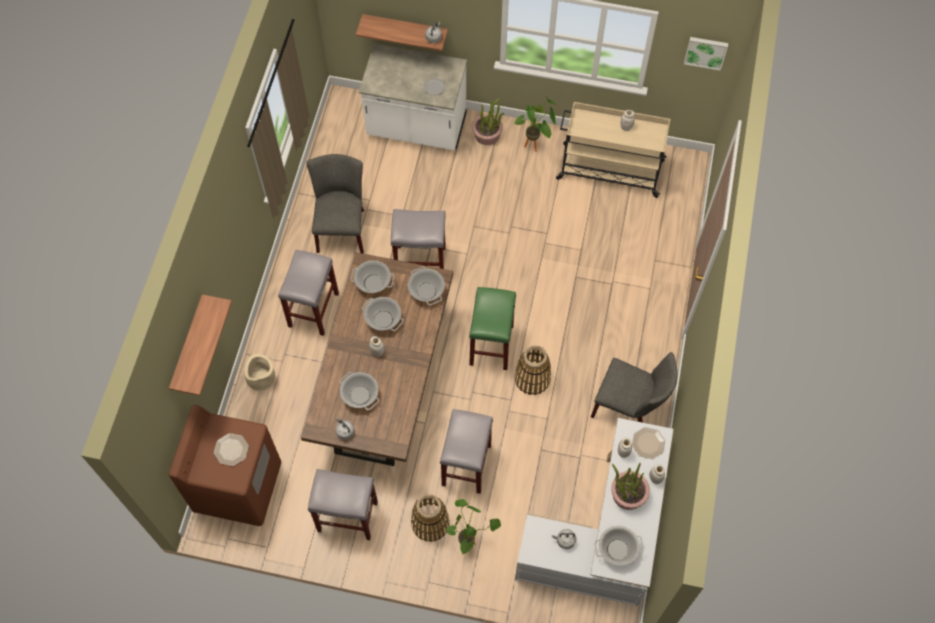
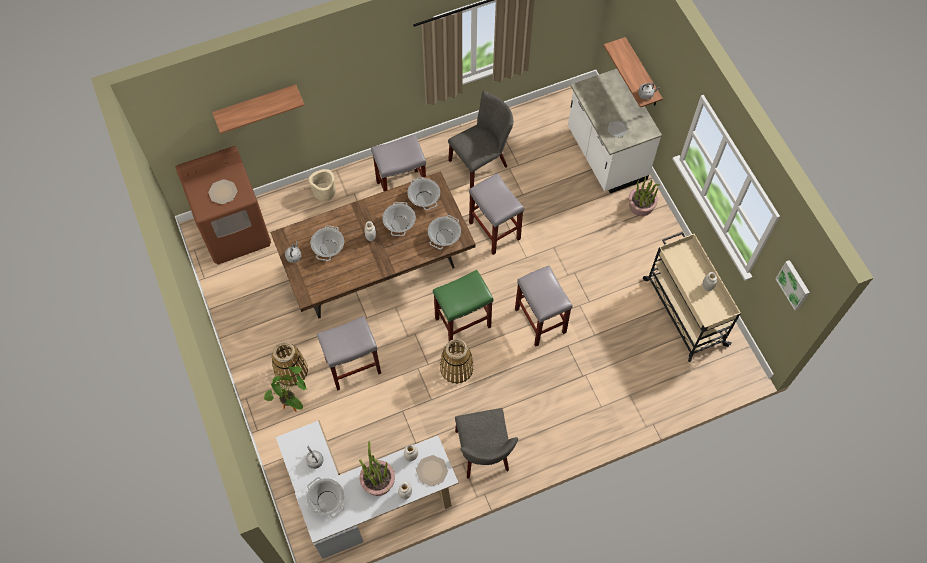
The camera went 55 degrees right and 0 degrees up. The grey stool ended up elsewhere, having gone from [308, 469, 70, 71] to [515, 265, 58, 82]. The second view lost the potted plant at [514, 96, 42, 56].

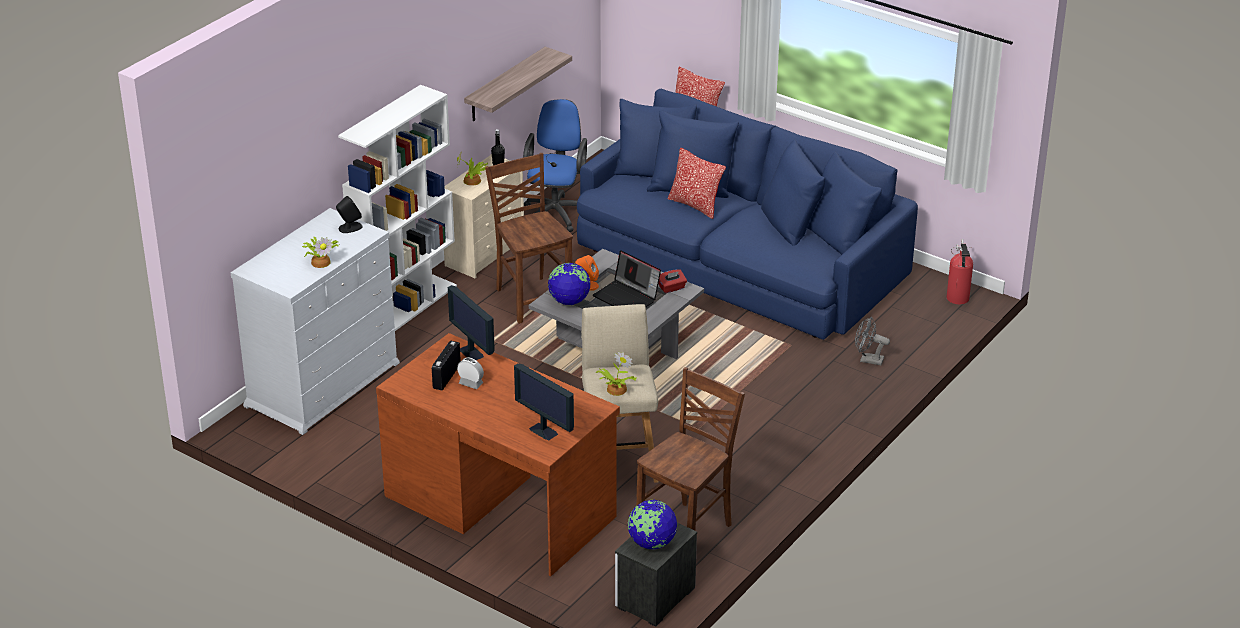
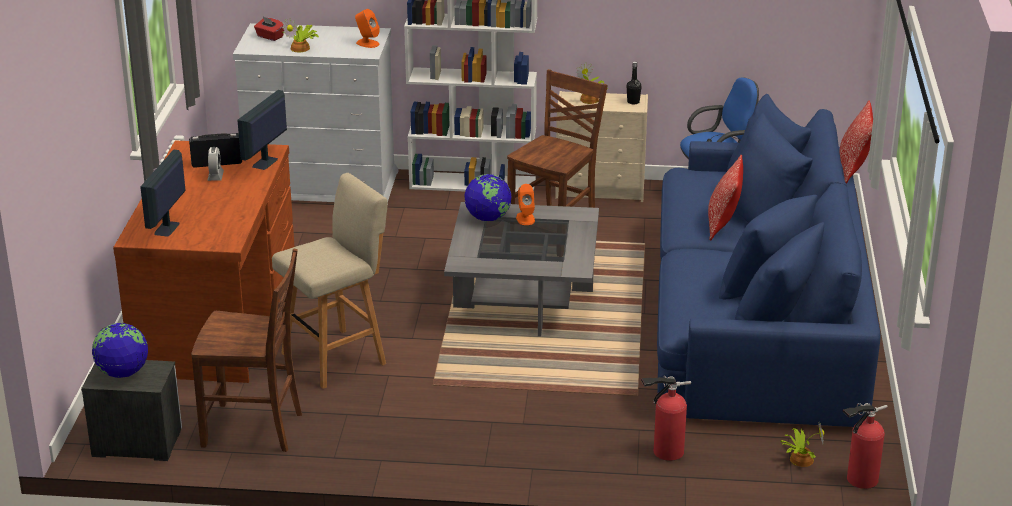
The camera went 60 degrees right and 5 degrees down. What was the black speaker at [336, 196, 26, 37] turned into the orange speaker at [355, 9, 25, 39]. The second view lost the shelf at [464, 47, 108, 74]. The second view lost the laptop at [593, 250, 68, 57]. The potted plant ended up elsewhere, having gone from [595, 352, 42, 44] to [780, 422, 44, 45]. The red tissue box ended up elsewhere, having gone from [658, 269, 29, 24] to [254, 17, 30, 24]. Where the grey fan stood at [855, 317, 35, 48], the fire extinguisher came to stand at [641, 376, 50, 85].

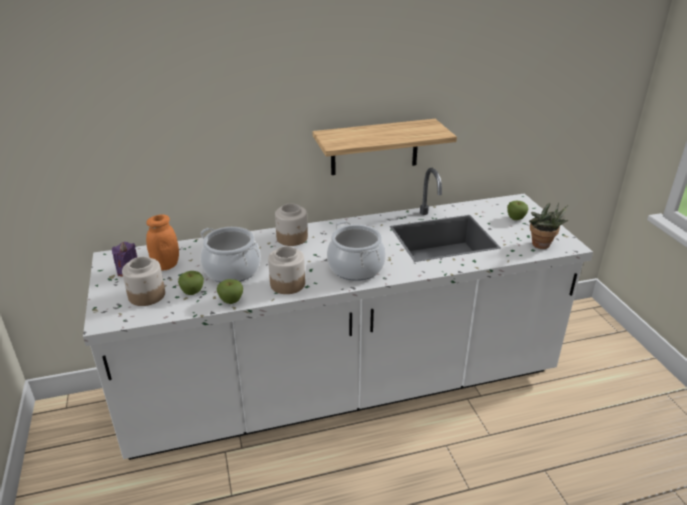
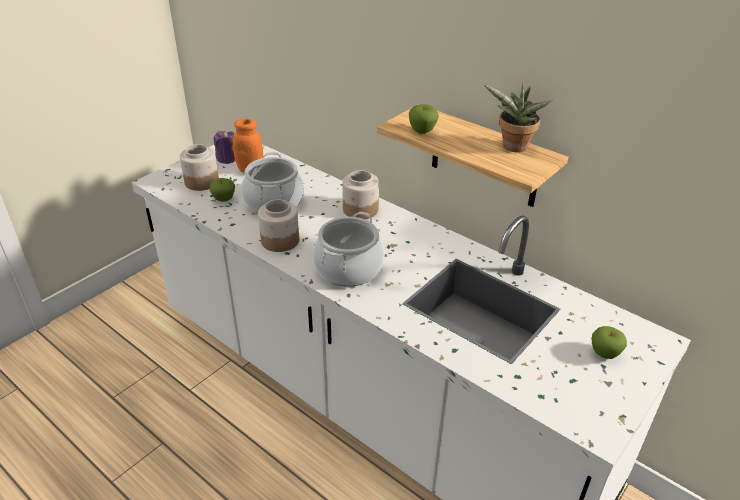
The camera went 55 degrees right and 5 degrees up. The apple ended up elsewhere, having gone from [217, 279, 26, 25] to [409, 104, 30, 30]. The potted plant ended up elsewhere, having gone from [529, 203, 39, 46] to [484, 83, 69, 69].

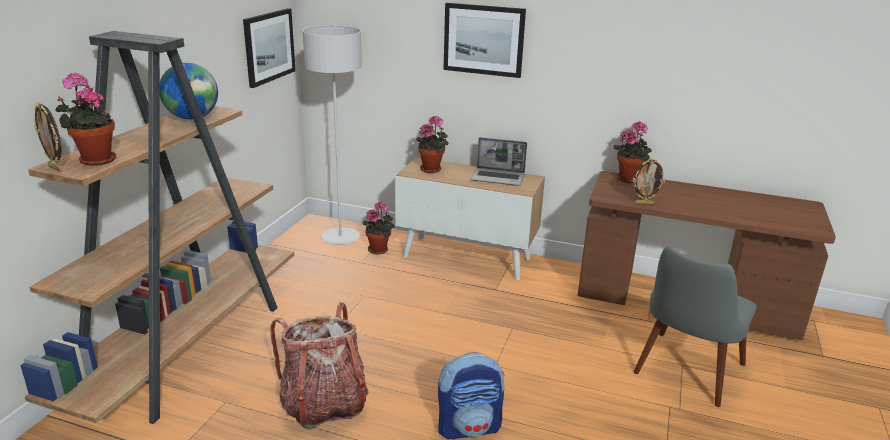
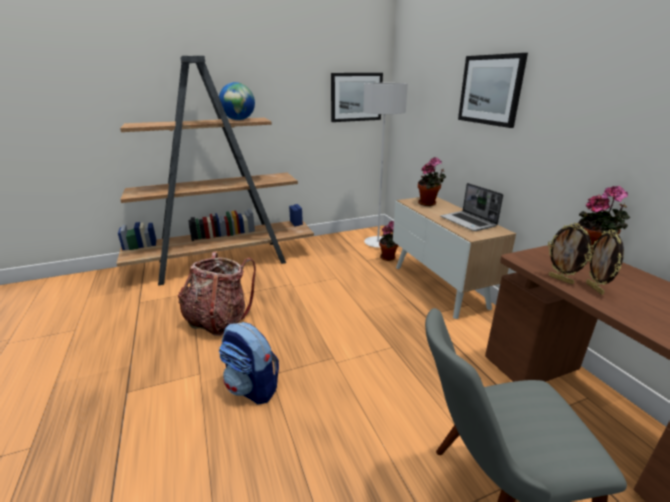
The camera went 50 degrees right and 0 degrees up. The picture frame ended up elsewhere, having gone from [34, 102, 28, 70] to [586, 229, 38, 66]. The second view lost the potted plant at [55, 73, 61, 93].

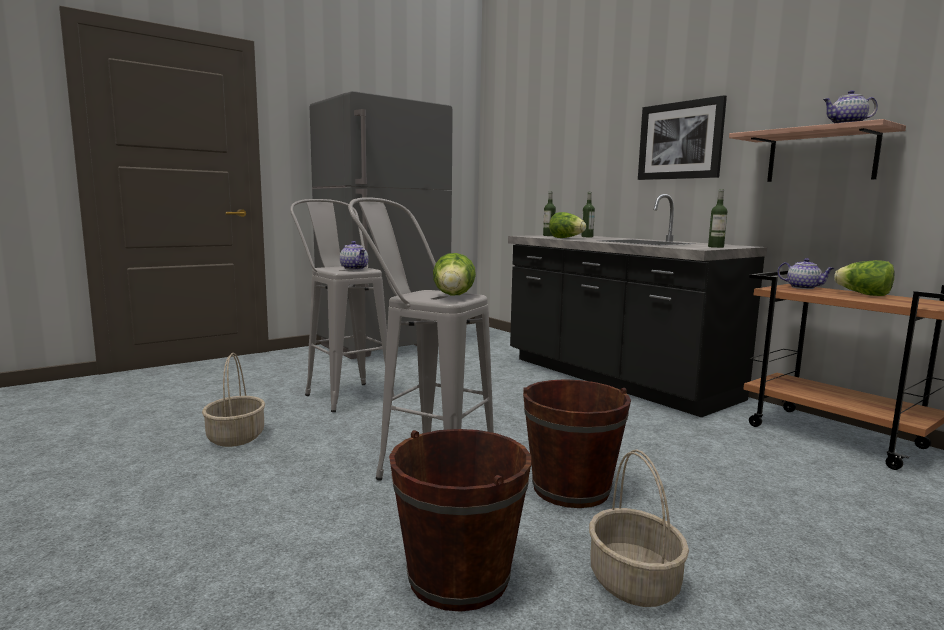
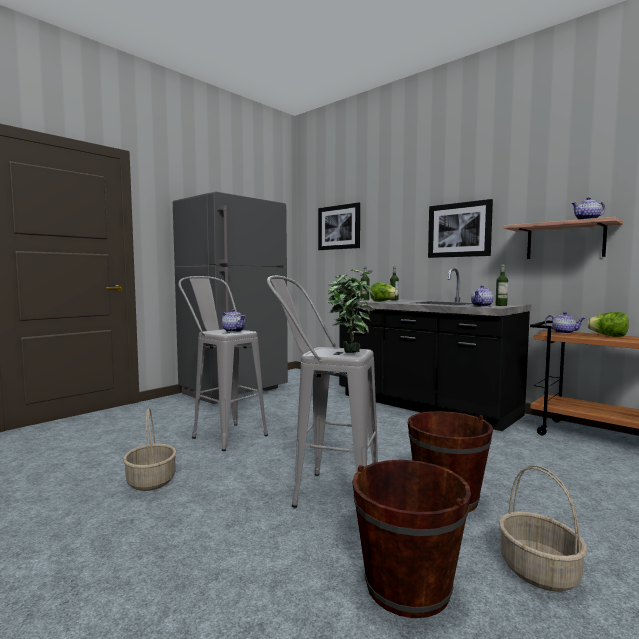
The camera went 10 degrees left and 5 degrees down. Where the lettuce stood at [433, 253, 43, 43], the potted plant came to stand at [327, 270, 48, 83]. The second view gained the picture at [318, 202, 42, 48]. The second view gained the teapot at [471, 285, 23, 22].

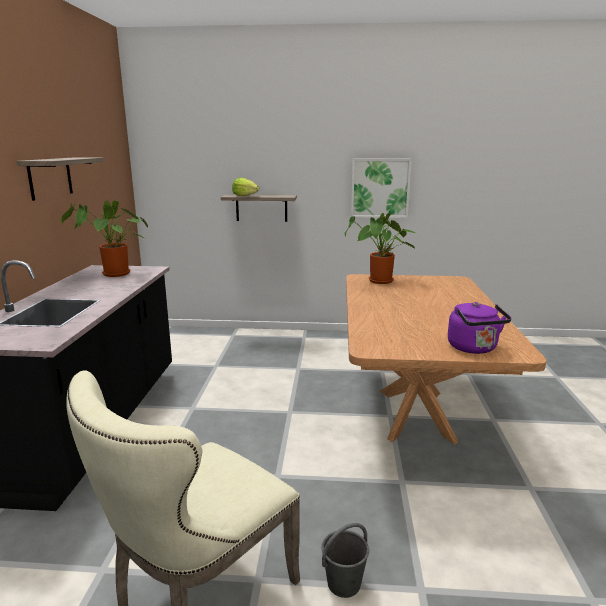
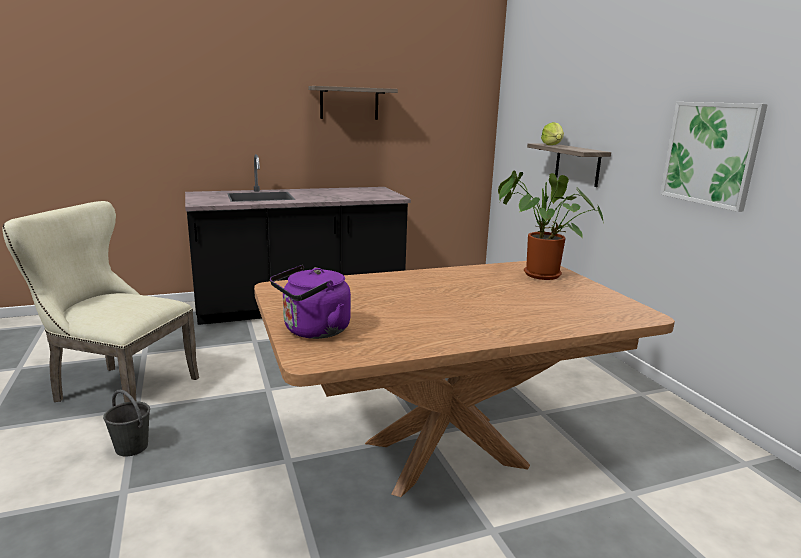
The camera went 65 degrees right and 0 degrees up. The second view lost the potted plant at [61, 200, 87, 77].

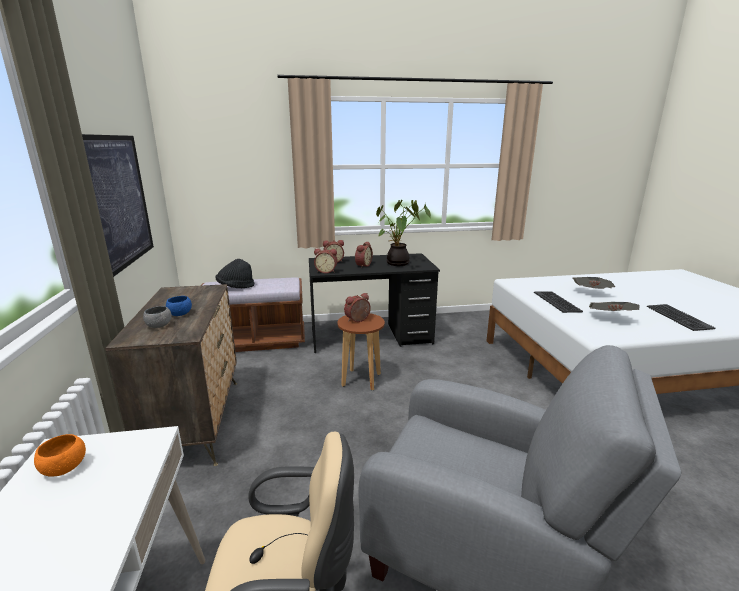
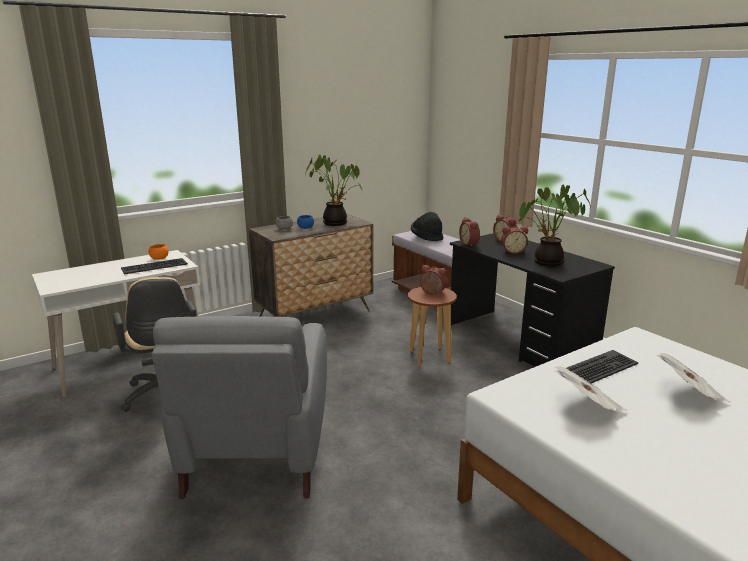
The camera went 65 degrees right and 0 degrees up. The second view lost the picture at [82, 134, 72, 143]. The keyboard ended up elsewhere, having gone from [647, 304, 69, 27] to [121, 258, 67, 16]. The second view gained the potted plant at [306, 155, 56, 71].

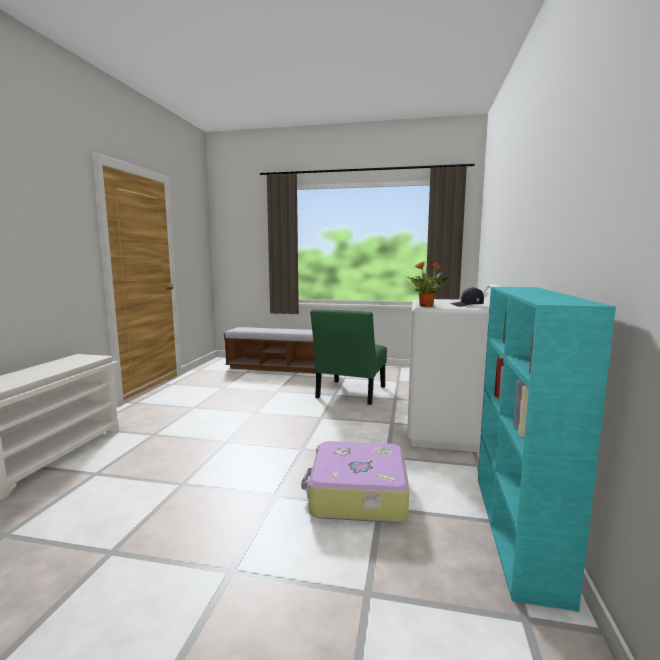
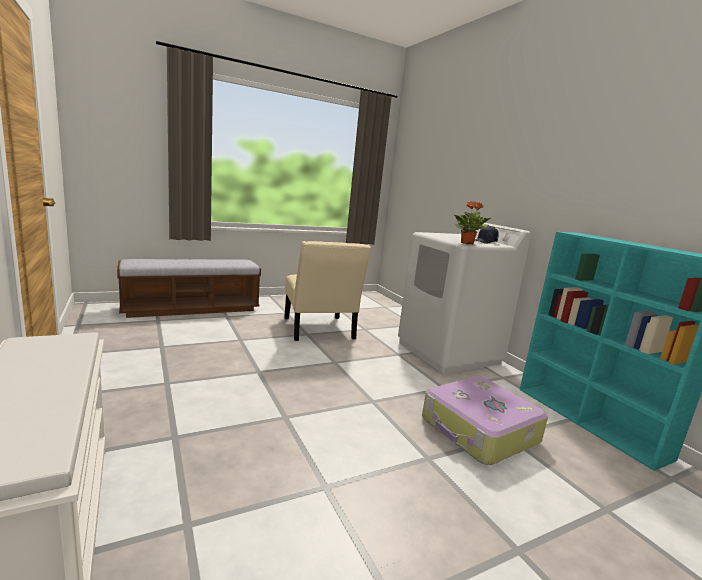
The camera went 40 degrees left and 5 degrees up. What was the green chair at [310, 309, 77, 96] turned into the beige chair at [284, 241, 87, 100].

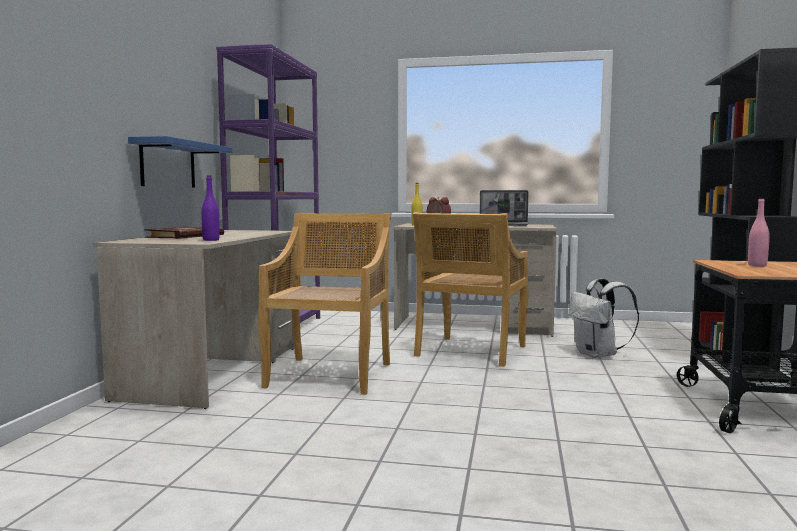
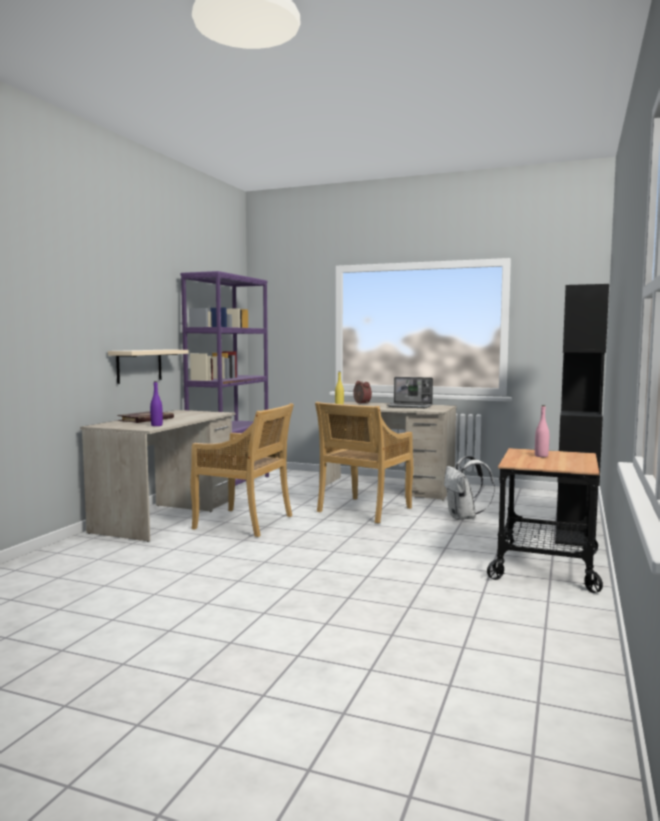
The camera went 10 degrees right and 0 degrees up. What was the blue shelf at [128, 136, 104, 52] turned into the beige shelf at [108, 350, 81, 34]. The beige chair at [258, 213, 133, 182] ended up facing another way, 90 degrees clockwise from before.

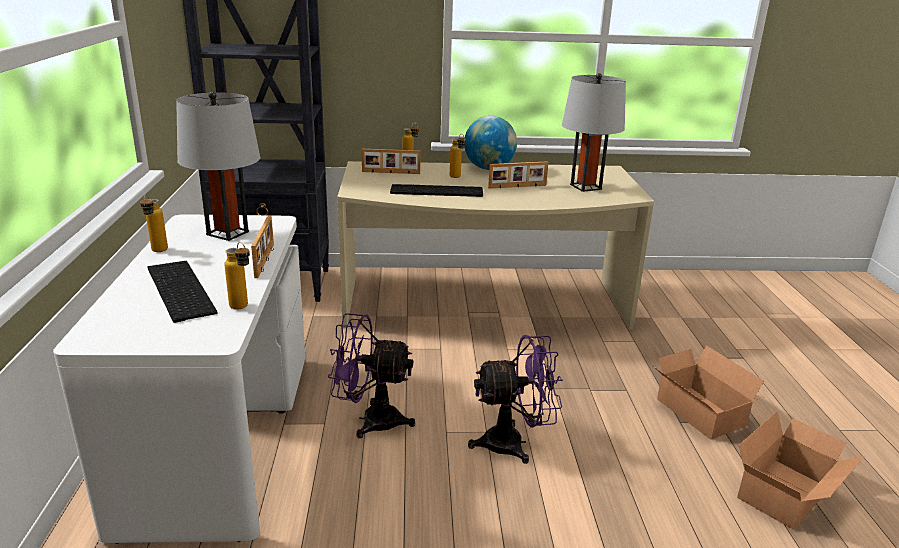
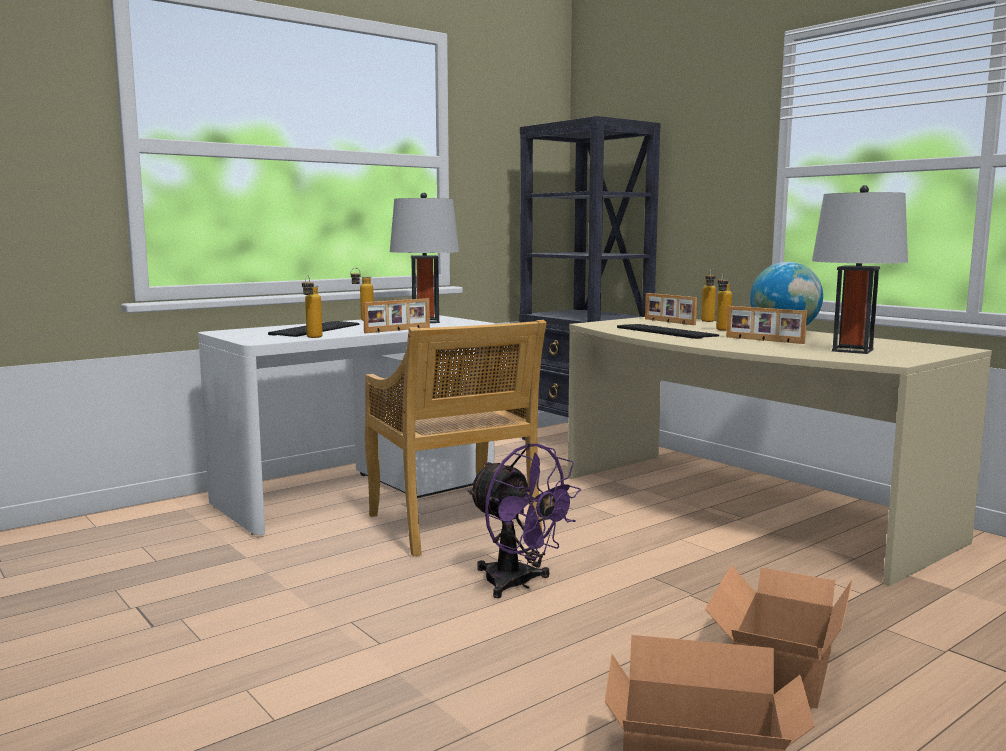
The camera went 55 degrees right and 15 degrees down. Where the purple fan stood at [328, 313, 87, 125], the beige chair came to stand at [365, 320, 182, 237].

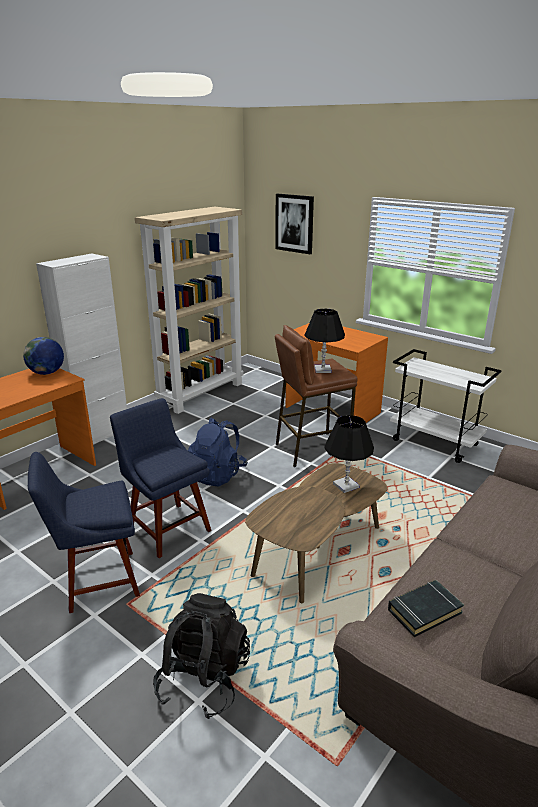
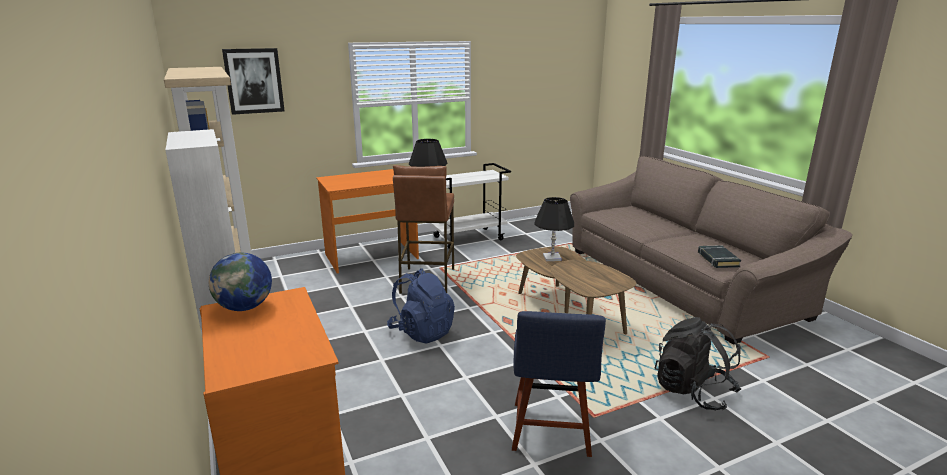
The camera went 65 degrees left and 5 degrees down. The second view lost the blue chair at [110, 398, 101, 160].

